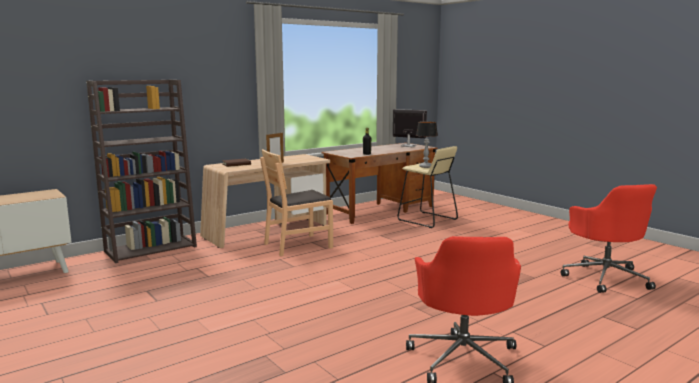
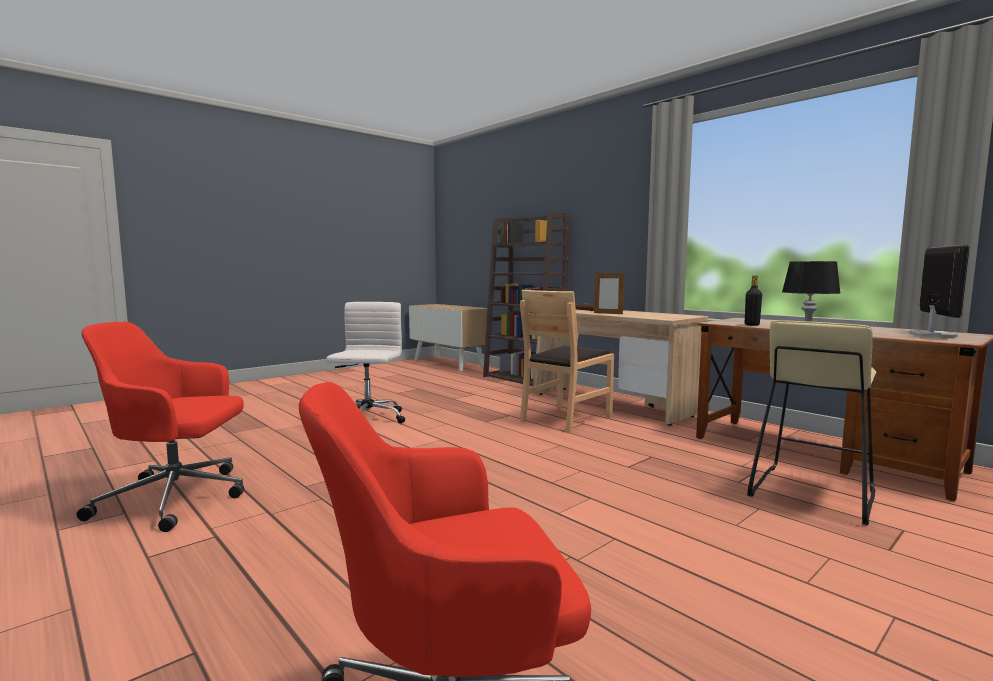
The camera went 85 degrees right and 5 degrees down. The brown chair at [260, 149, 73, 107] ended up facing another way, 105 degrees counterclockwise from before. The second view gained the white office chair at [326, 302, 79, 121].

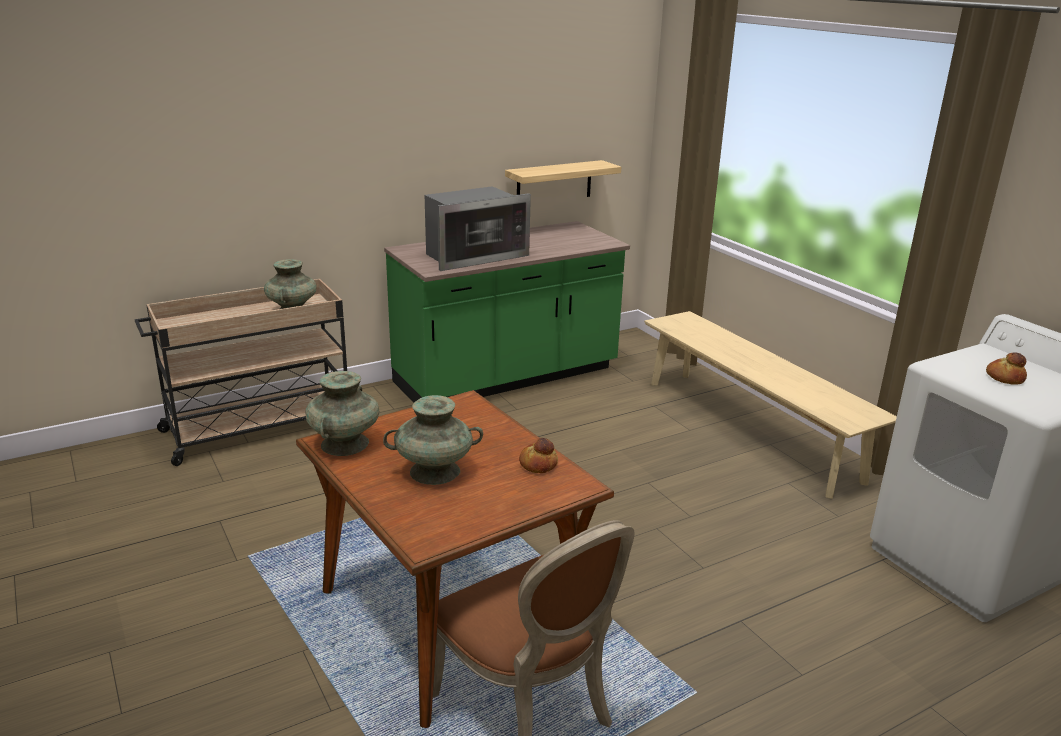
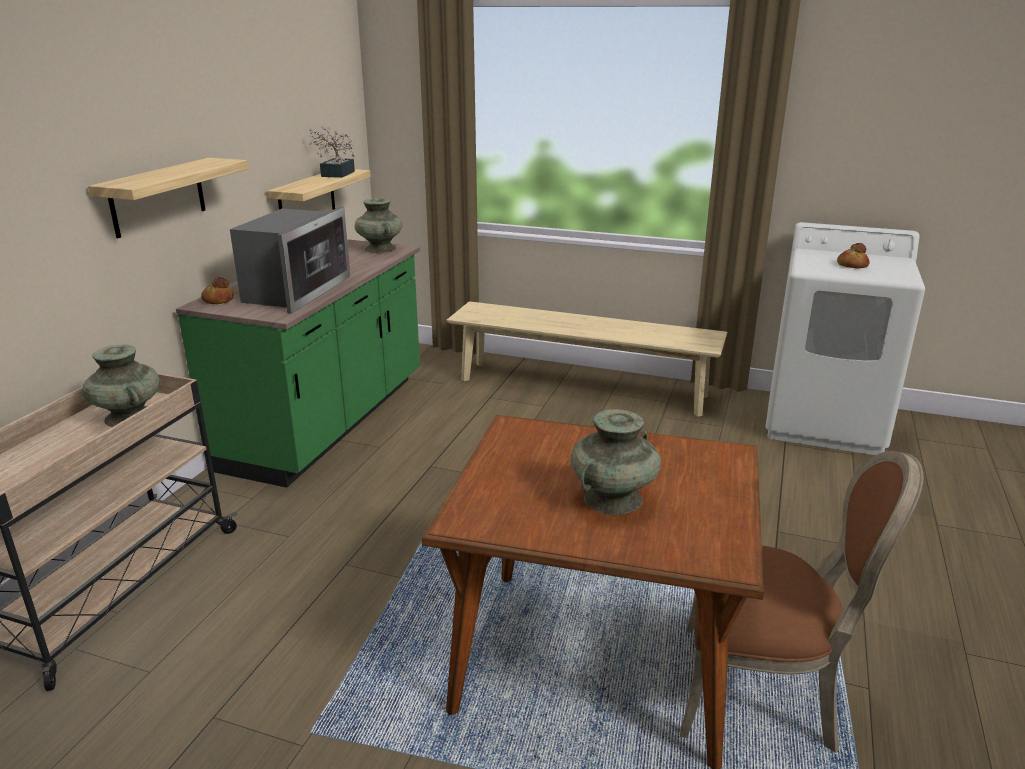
The camera went 40 degrees left and 0 degrees up. The turquoise vase ended up elsewhere, having gone from [306, 371, 73, 85] to [355, 198, 47, 55]. The bread ended up elsewhere, having gone from [519, 438, 39, 35] to [201, 277, 33, 27]. The second view gained the shelf at [88, 158, 161, 80]. The second view gained the potted plant at [309, 127, 46, 51].

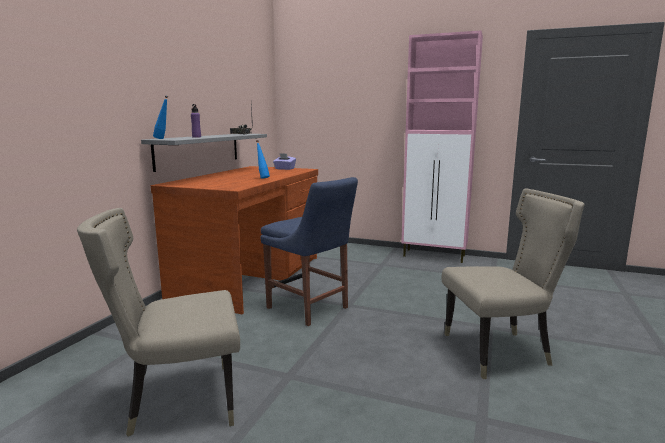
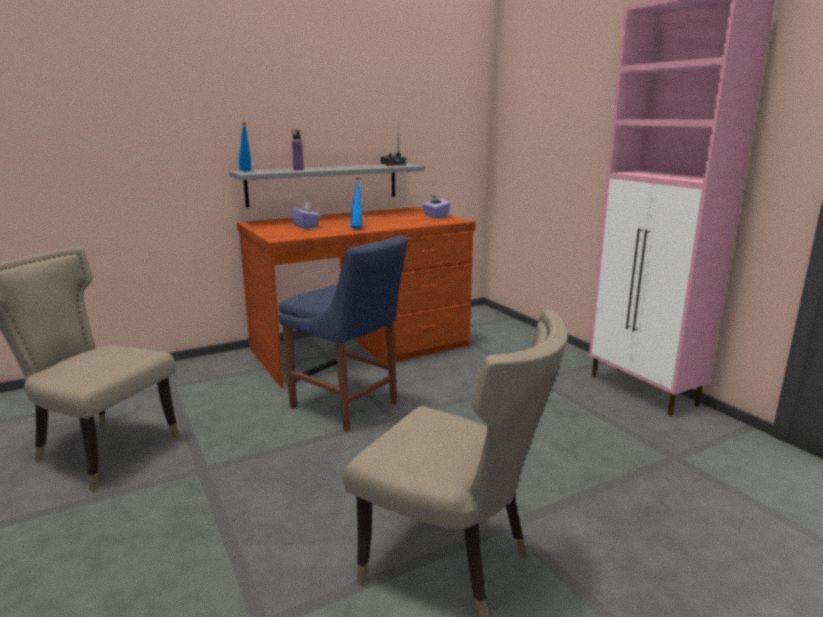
The camera went 40 degrees right and 5 degrees up. The blue chair at [260, 177, 98, 149] ended up facing another way, 45 degrees counterclockwise from before. The second view gained the purple tissue box at [291, 202, 29, 27].

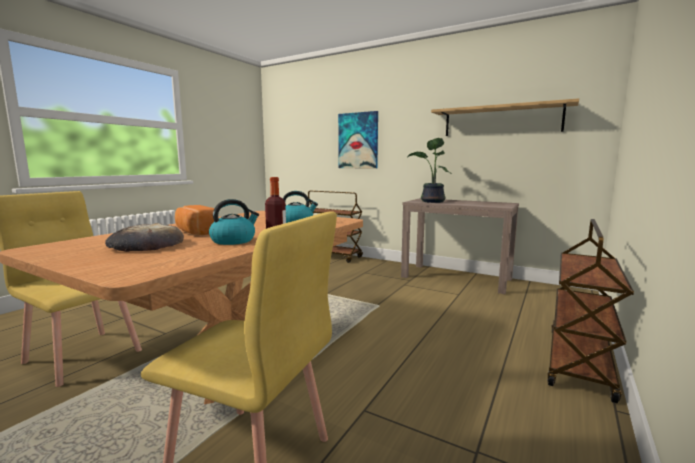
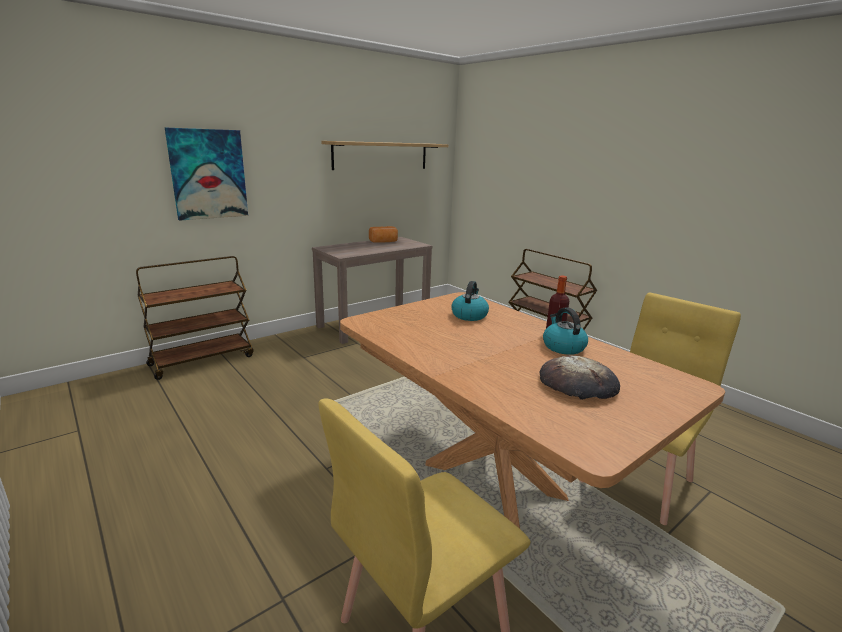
The camera went 70 degrees left and 10 degrees up. The bread ended up elsewhere, having gone from [175, 205, 40, 30] to [369, 226, 29, 17]. The second view lost the potted plant at [407, 138, 45, 65].

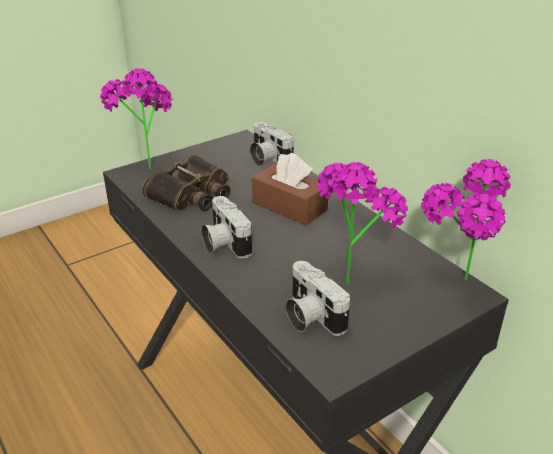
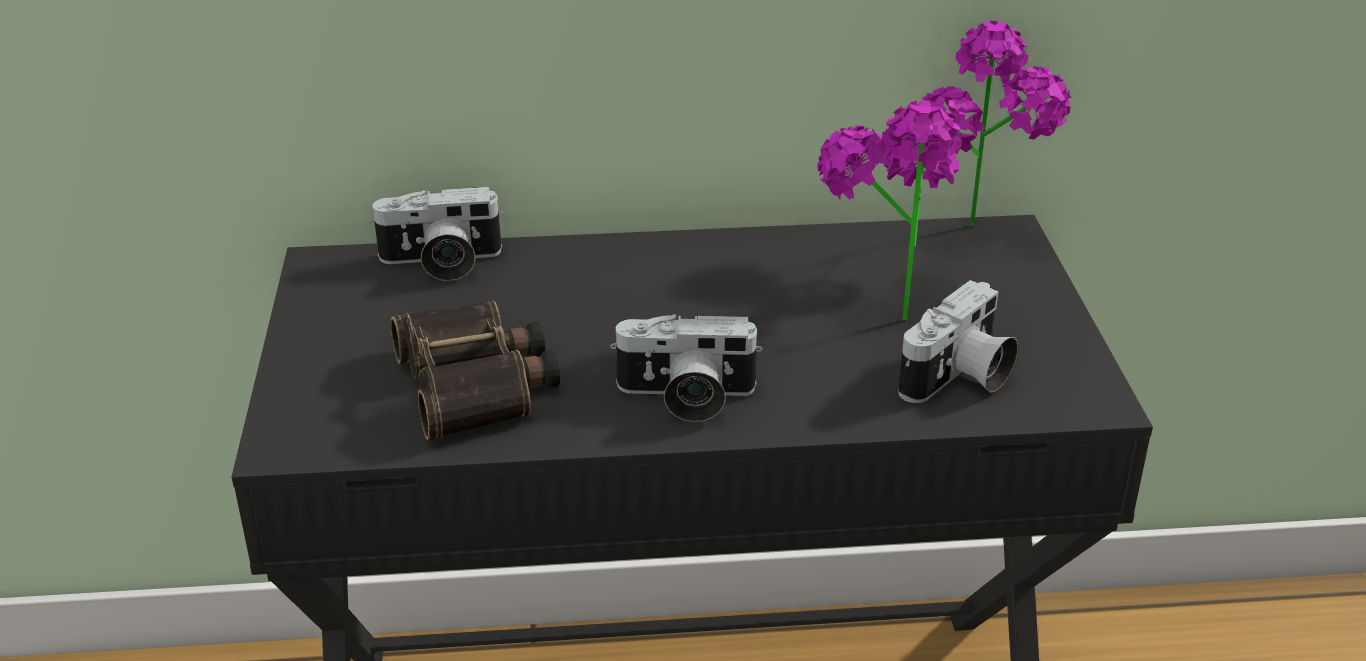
The camera went 60 degrees left and 0 degrees up. The second view lost the potted plant at [100, 68, 73, 101]. The second view lost the brown tissue box at [252, 153, 76, 73]. The photo camera at [285, 261, 65, 75] ended up facing another way, 45 degrees counterclockwise from before.

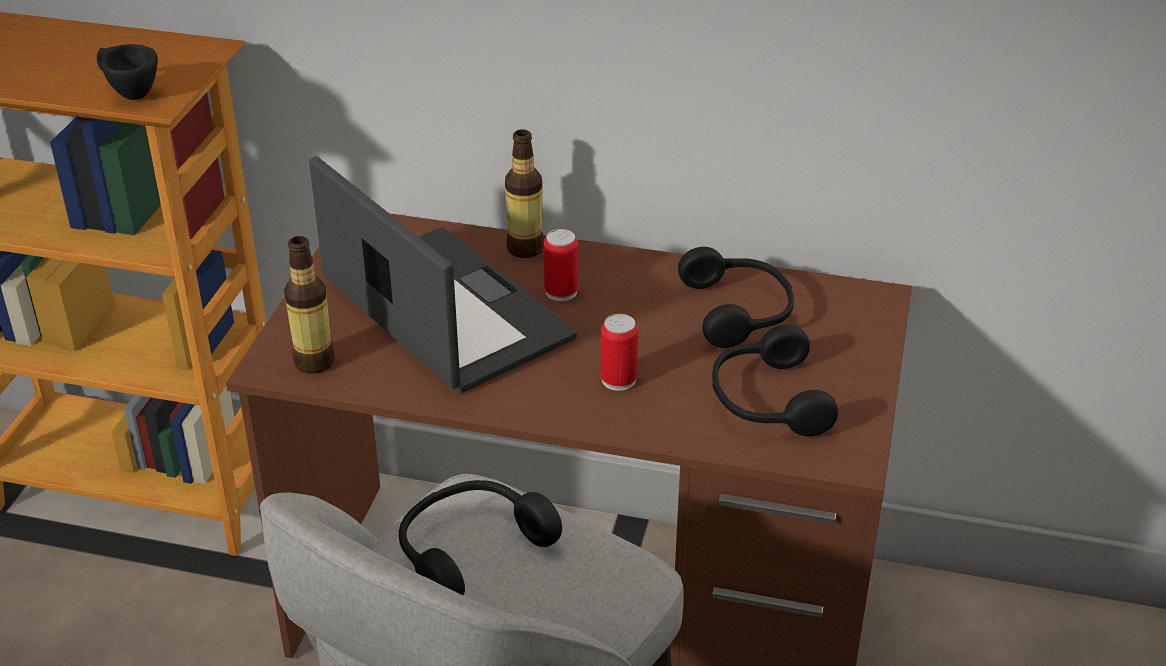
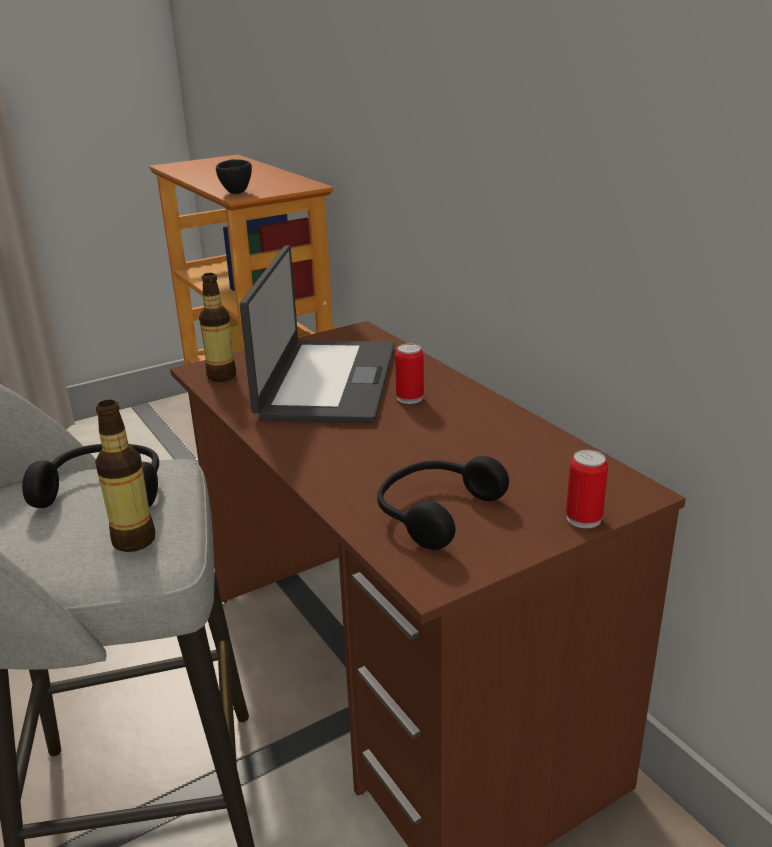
The camera went 45 degrees right and 10 degrees down. The bottle ended up elsewhere, having gone from [505, 129, 39, 129] to [95, 400, 60, 152]. The can ended up elsewhere, having gone from [601, 314, 37, 77] to [566, 450, 42, 78]. The second view lost the black headphones at [678, 247, 116, 101].

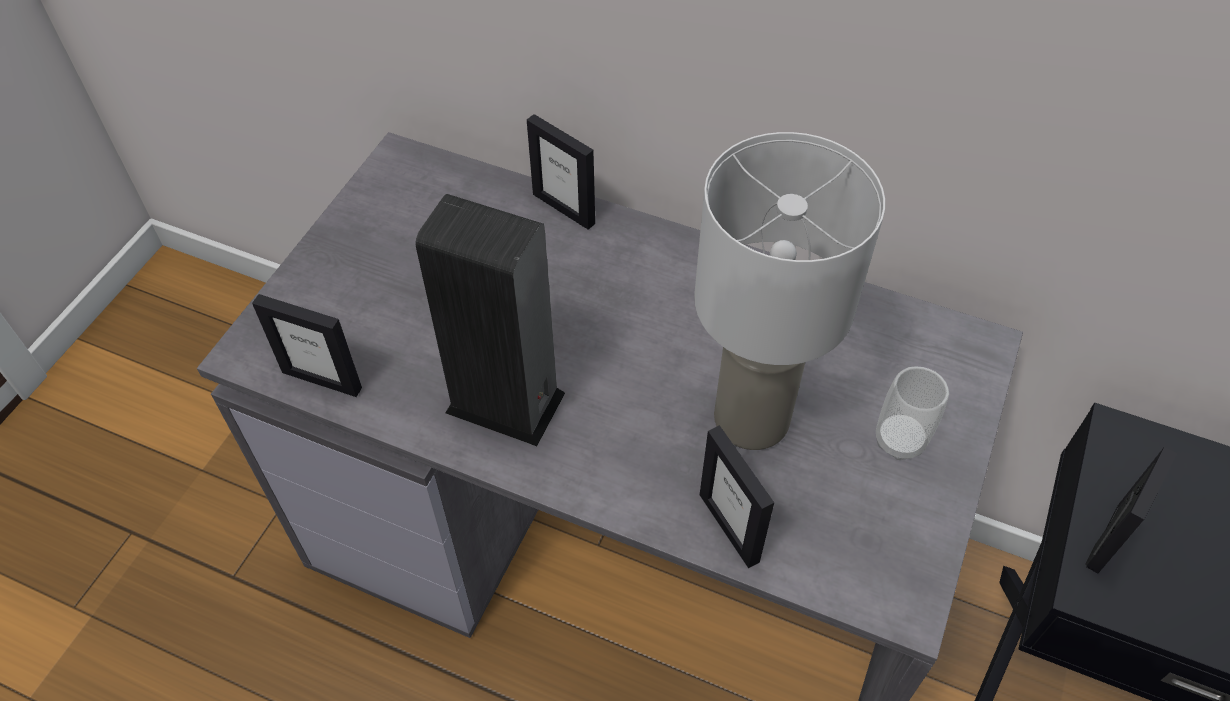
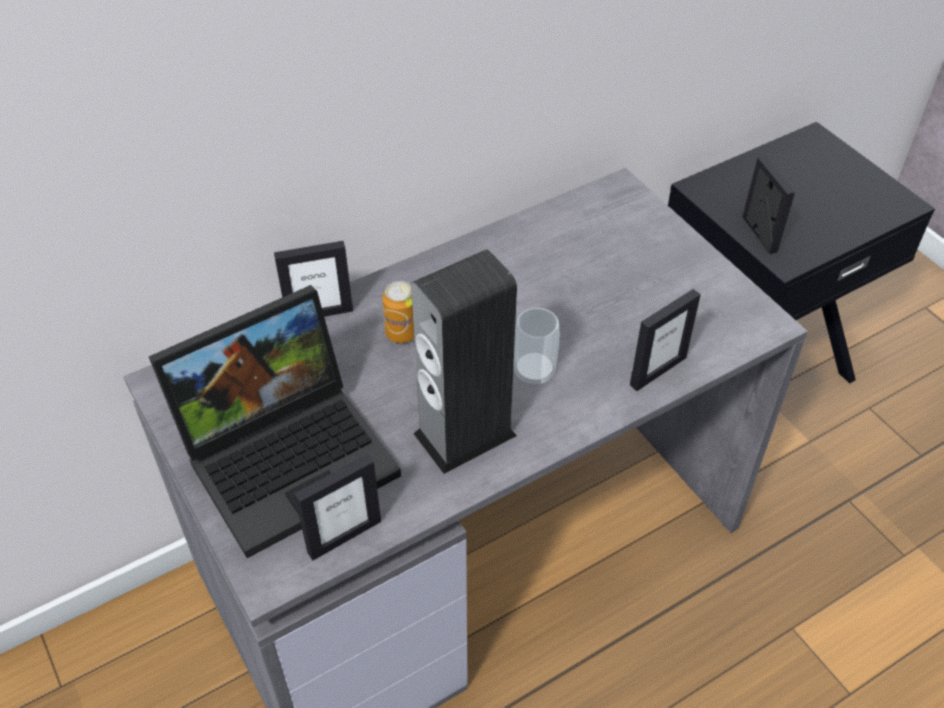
The camera went 55 degrees left and 5 degrees down. The second view lost the white table lamp at [694, 132, 191, 318]. The picture frame at [700, 425, 74, 143] ended up facing another way, 45 degrees counterclockwise from before. The cup ended up elsewhere, having gone from [876, 366, 73, 94] to [514, 308, 45, 78]. The second view gained the laptop at [149, 285, 252, 273]. The second view gained the can at [382, 281, 32, 62].

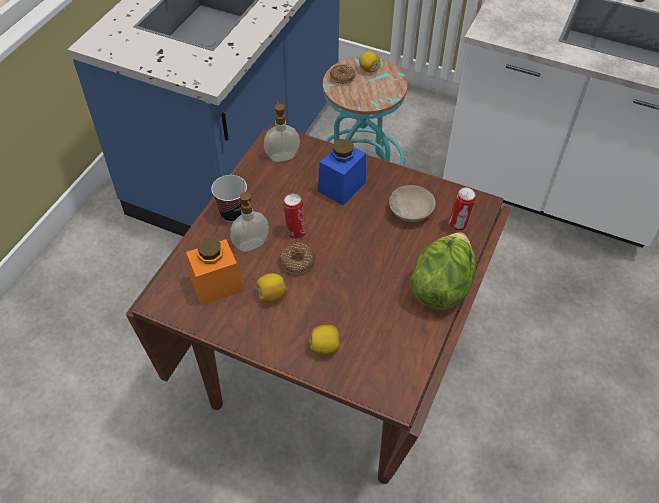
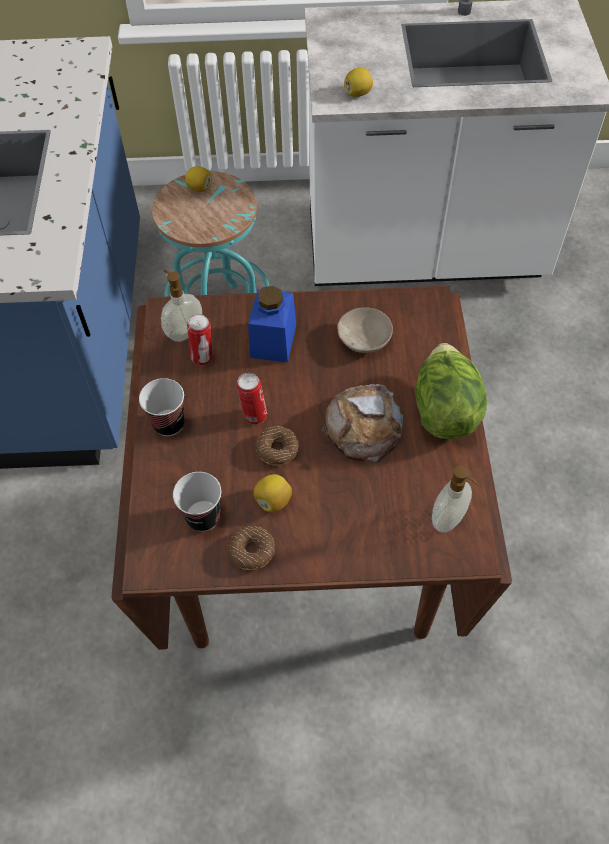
The camera went 25 degrees left and 5 degrees up. Where the orange jar stood at [186, 238, 57, 68], the cup came to stand at [173, 472, 48, 59]. The soap dispenser ended up elsewhere, having gone from [230, 192, 39, 60] to [432, 465, 46, 68]. The lemon ended up elsewhere, having gone from [309, 325, 31, 31] to [344, 67, 29, 30]. The donut ended up elsewhere, having gone from [330, 64, 26, 20] to [228, 526, 47, 44]. The can ended up elsewhere, having gone from [449, 187, 27, 44] to [187, 314, 26, 51]. The second view gained the bread at [322, 384, 81, 79].

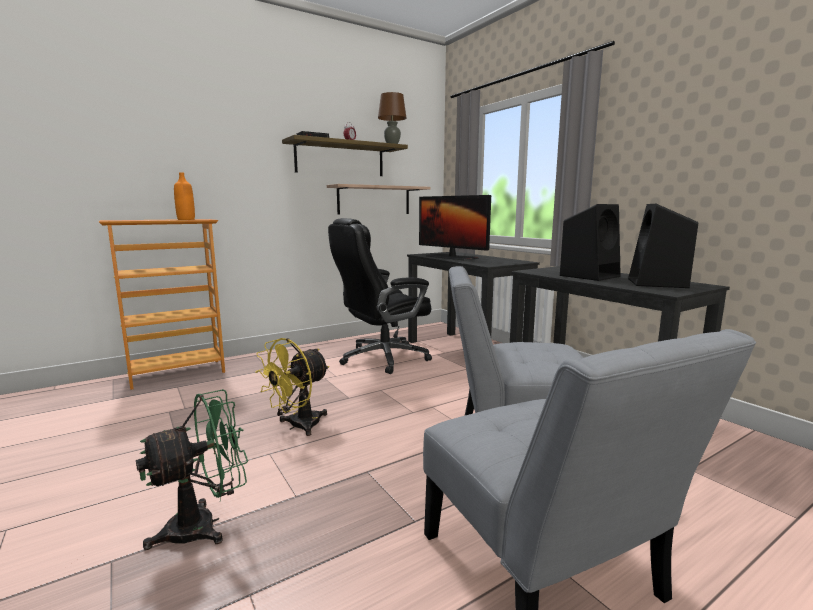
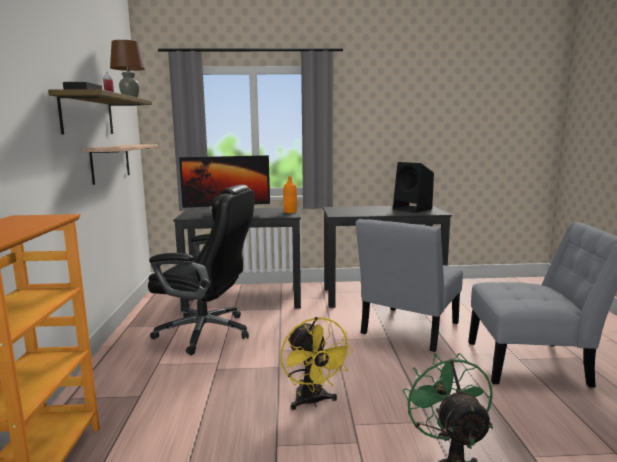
The camera went 60 degrees left and 0 degrees up. The orange bottle ended up elsewhere, having gone from [174, 172, 21, 48] to [283, 176, 14, 37]. The black office chair at [328, 218, 104, 156] ended up facing another way, 75 degrees counterclockwise from before. The second view lost the black speaker at [560, 204, 61, 77].

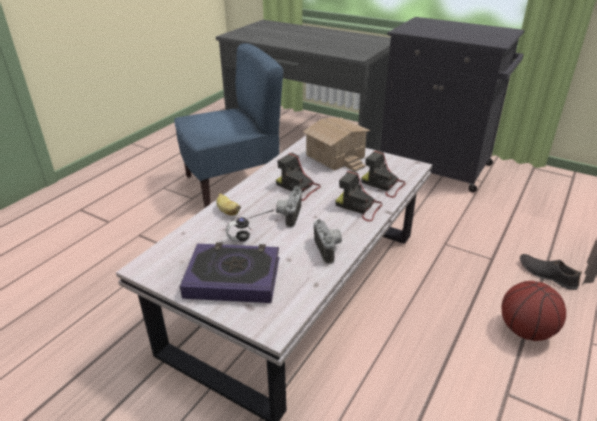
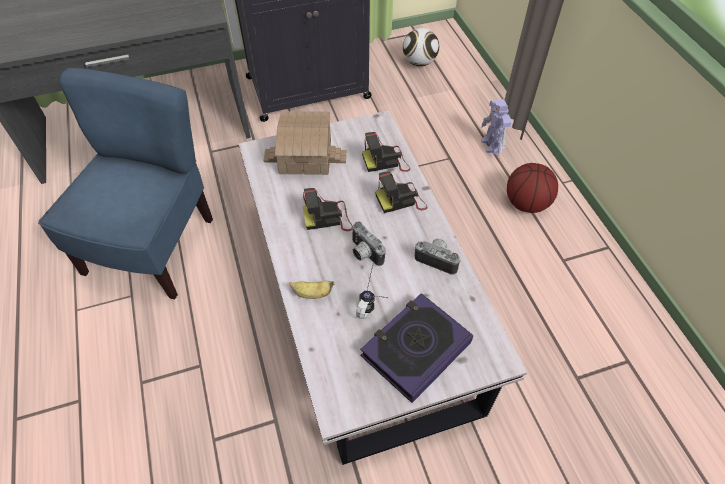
The camera went 50 degrees left and 20 degrees up. Where the black shoe stood at [520, 254, 62, 36], the toy robot came to stand at [481, 99, 30, 57]. The second view gained the football at [403, 28, 36, 38].

